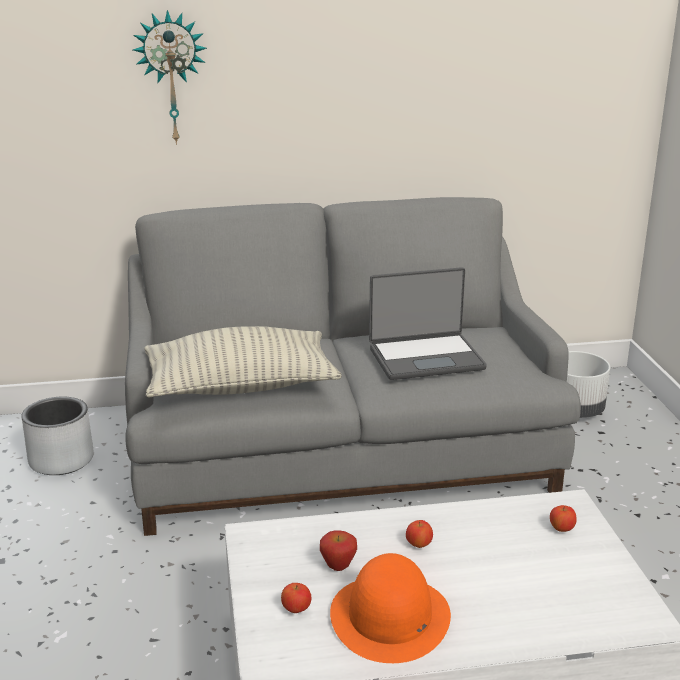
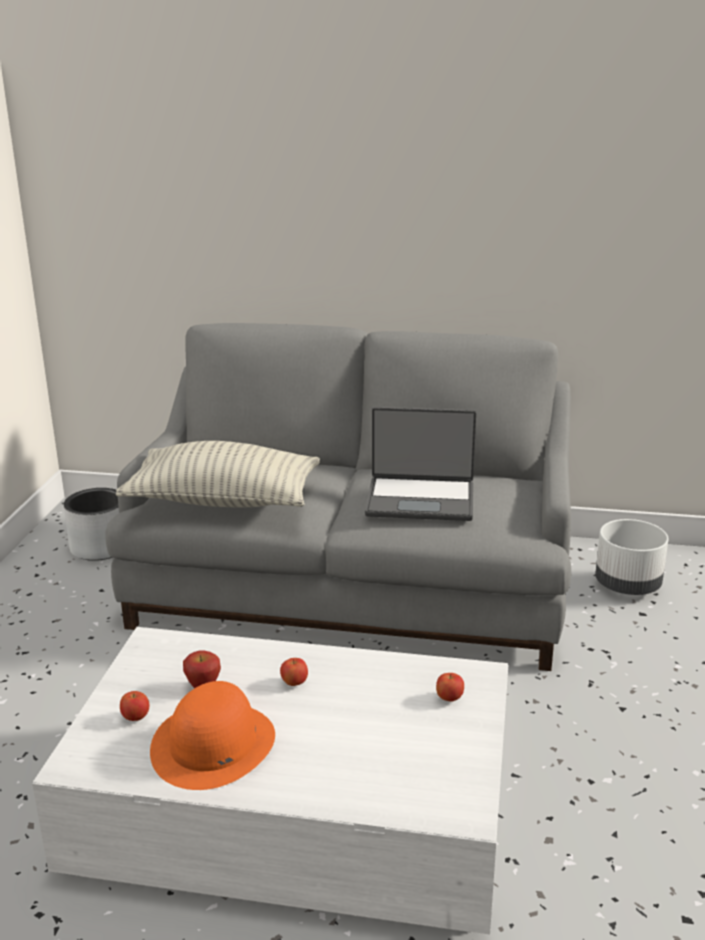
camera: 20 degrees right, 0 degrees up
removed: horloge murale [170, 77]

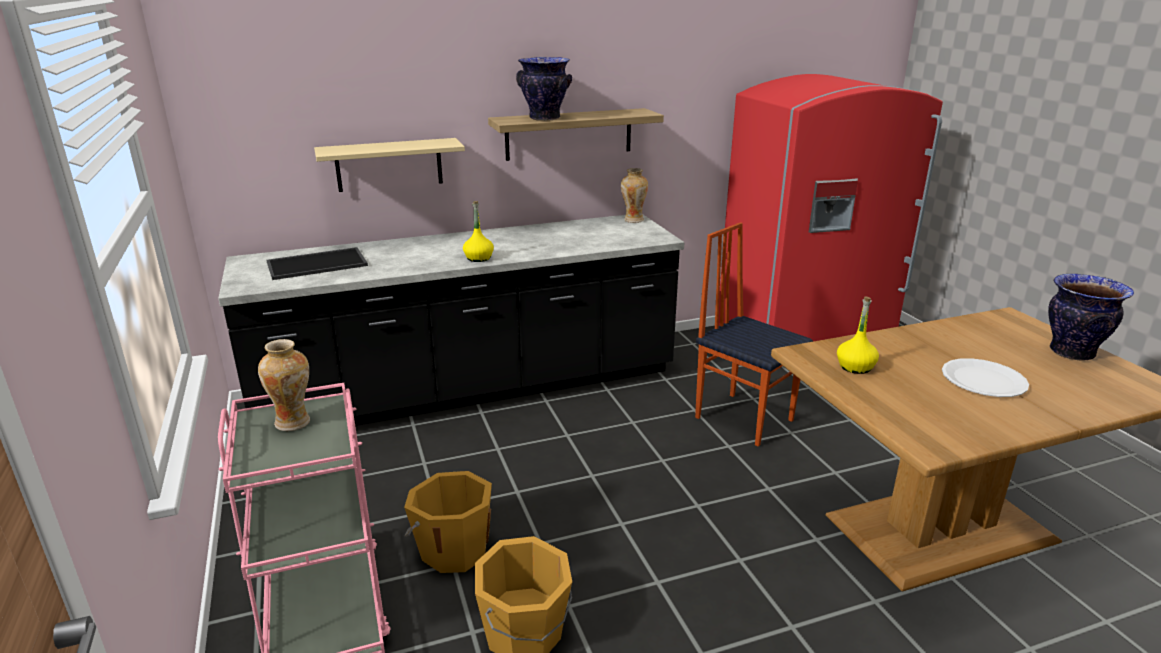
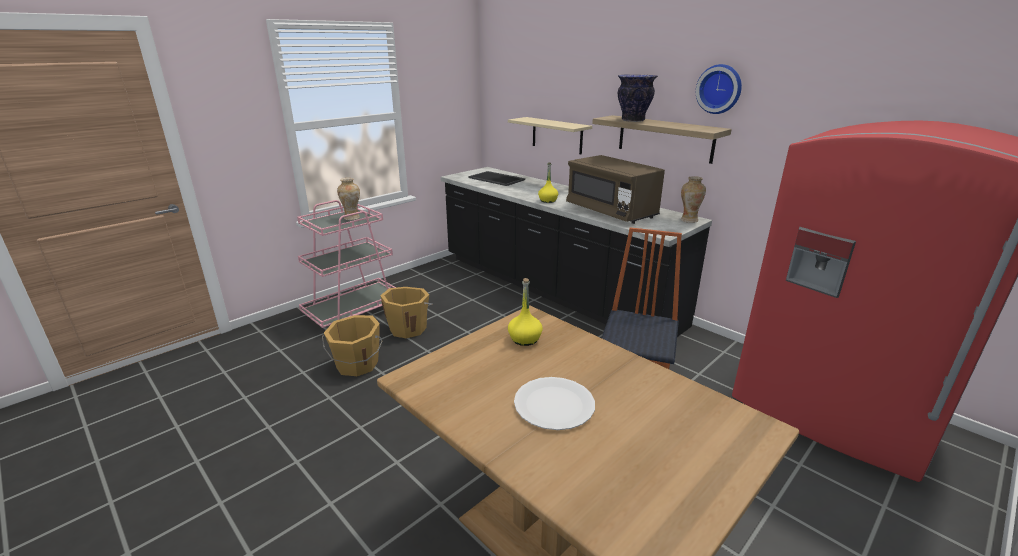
camera: 65 degrees right, 0 degrees up
removed: vase [1091, 317]
added: micro-ondes [marron] [615, 189]; horloge murale [719, 89]

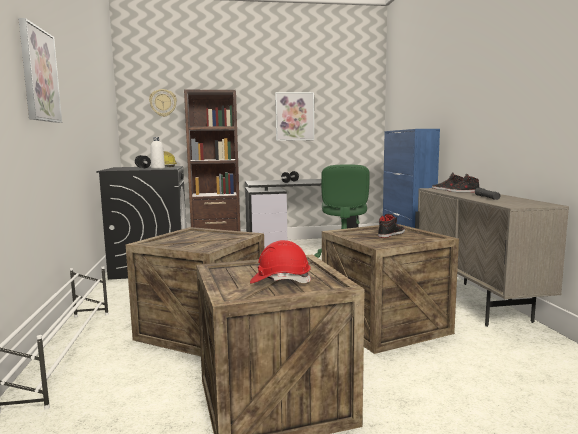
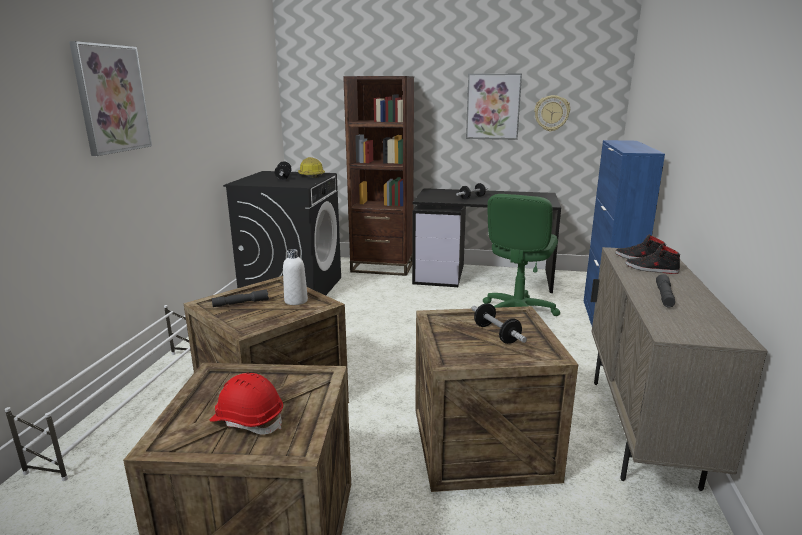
camera: 20 degrees right, 10 degrees up
added: lampe de poche [gris] [240, 298]
moved: horloge murale [163, 103] to [552, 113]; bouteille [blanc] [158, 153] to [295, 277]
replaced: chaussure [noir] [391, 226] to haltère [499, 323]

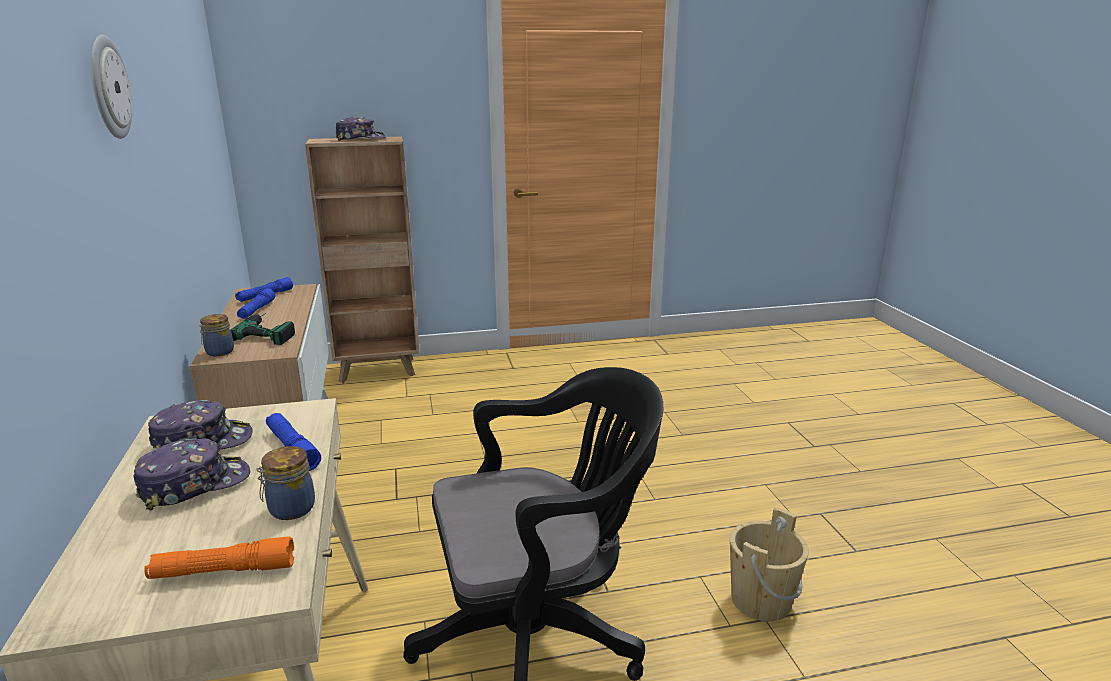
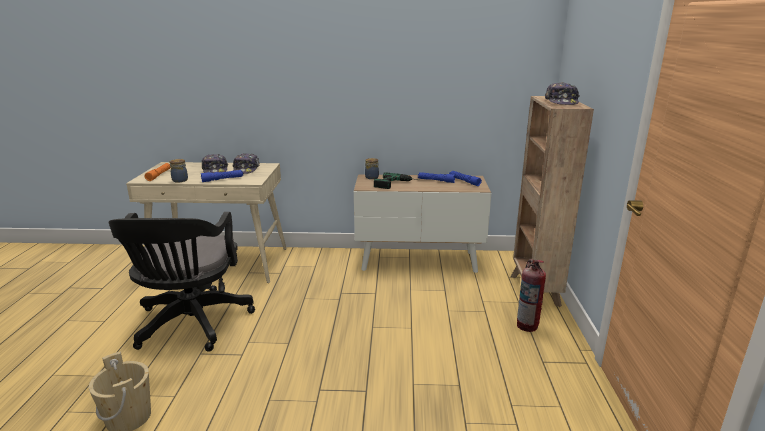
camera: 105 degrees right, 0 degrees up
removed: horloge murale [111, 87]
added: extincteur [531, 295]

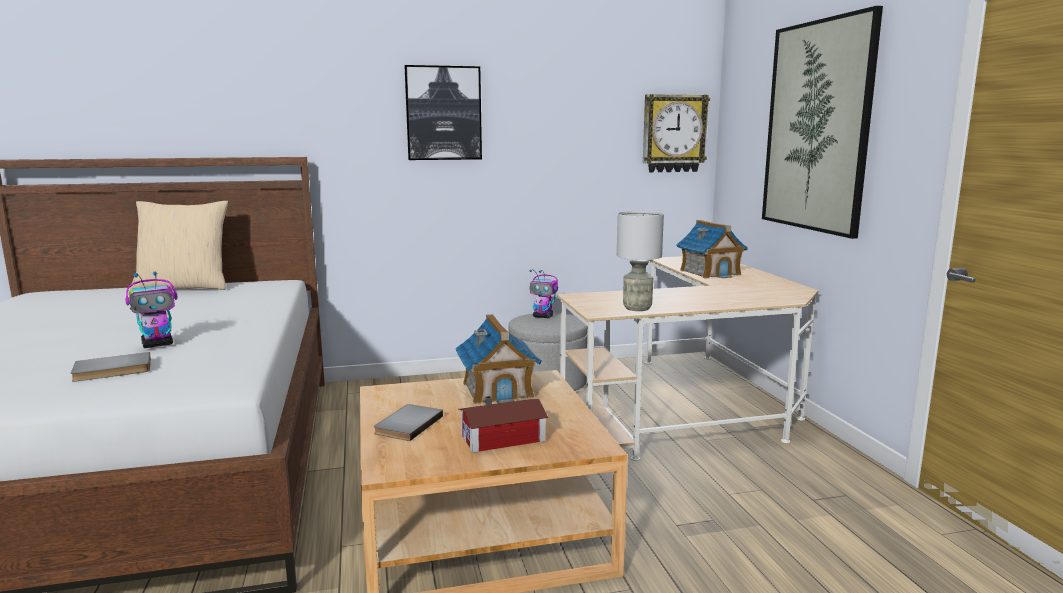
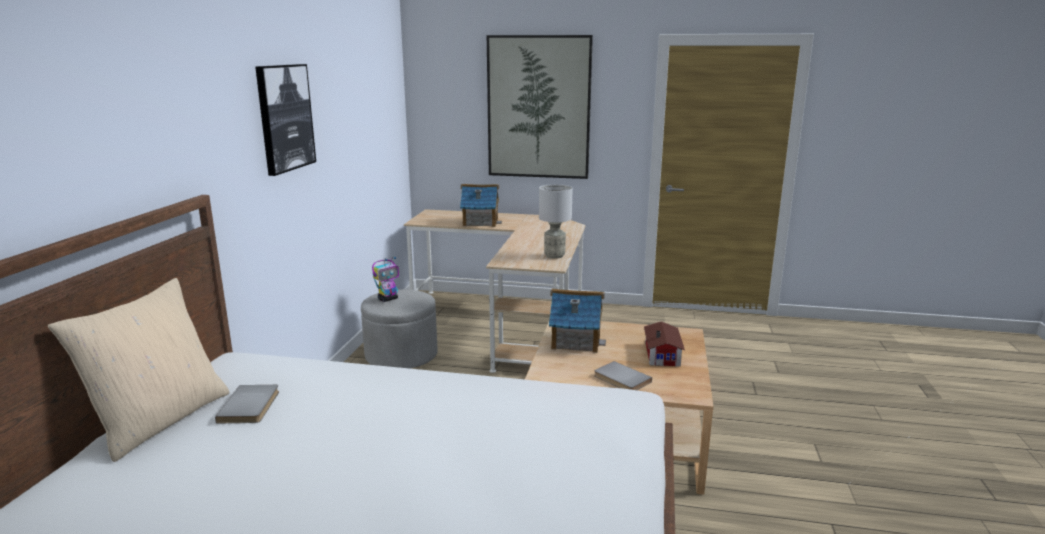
camera: 65 degrees left, 5 degrees up
removed: robot jouet [151, 310]; horloge murale [676, 133]
moved: livre [gris] [111, 367] to [247, 404]

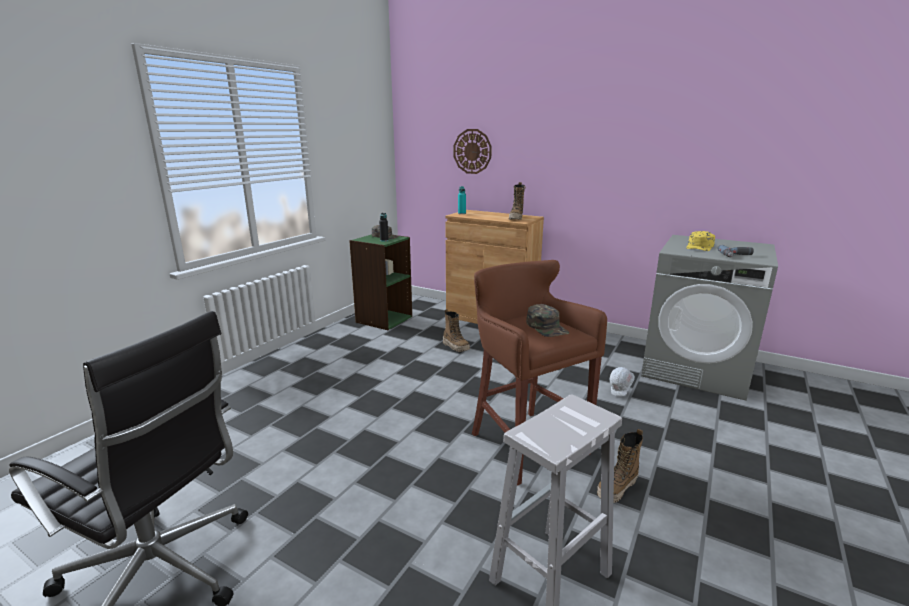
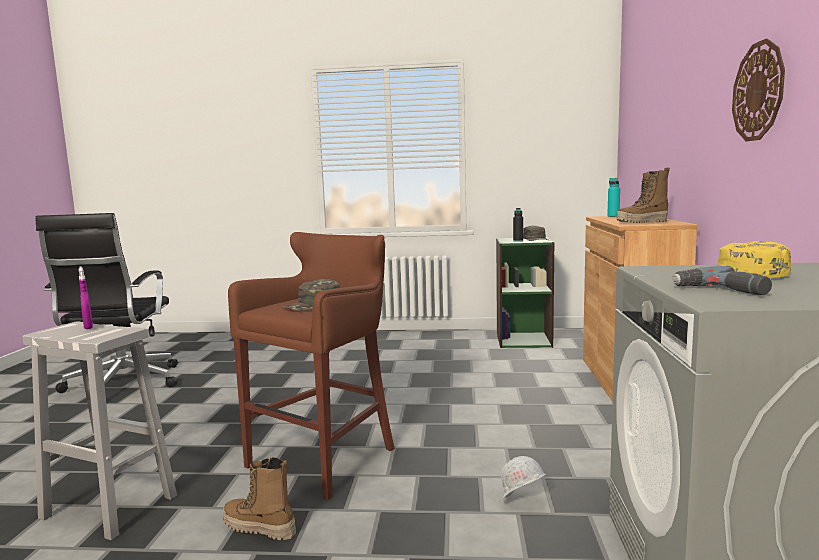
camera: 65 degrees right, 10 degrees down
removed: botte [456, 330]
added: vaporisateur [violet] [85, 297]
moved: horloge murale [473, 151] to [758, 90]

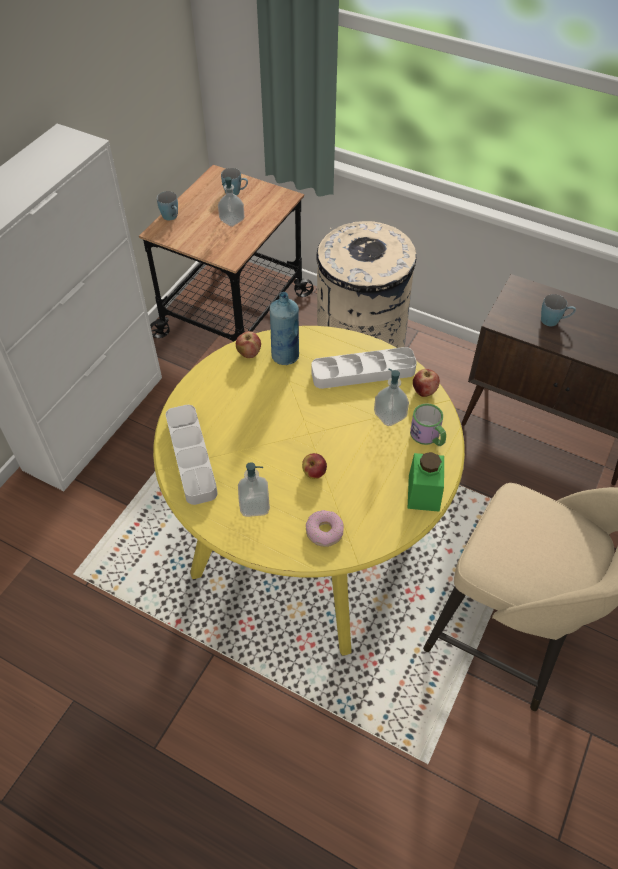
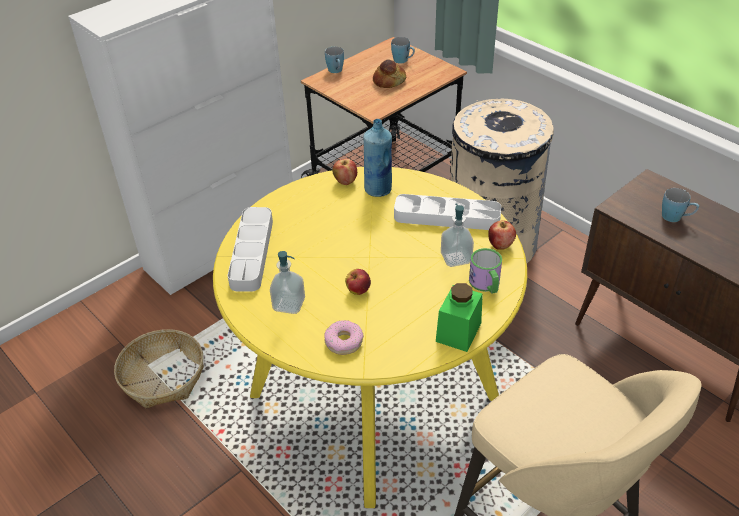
camera: 20 degrees right, 10 degrees down
added: panier [159, 369]
replaced: distributeur de savon [231, 202] to pain [389, 73]

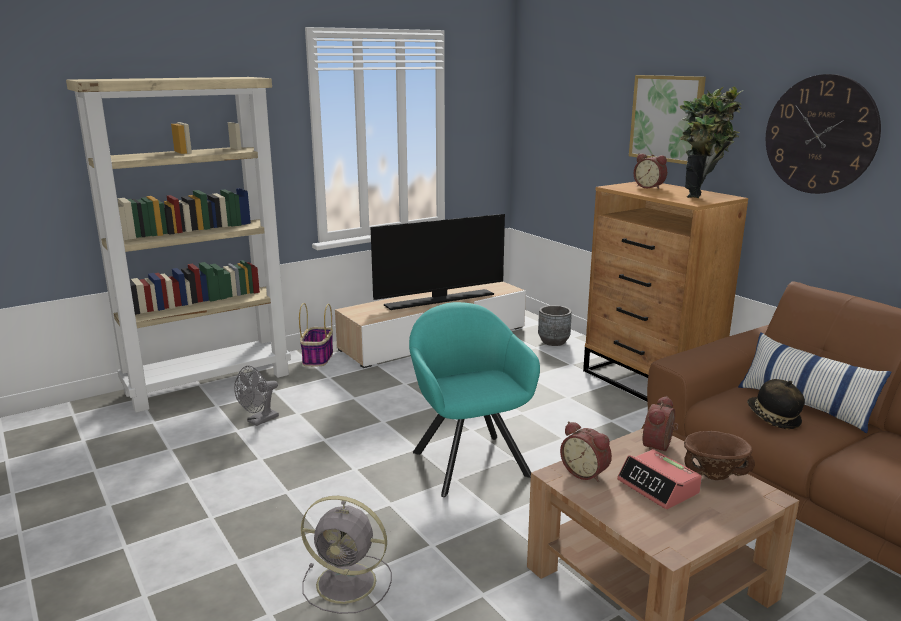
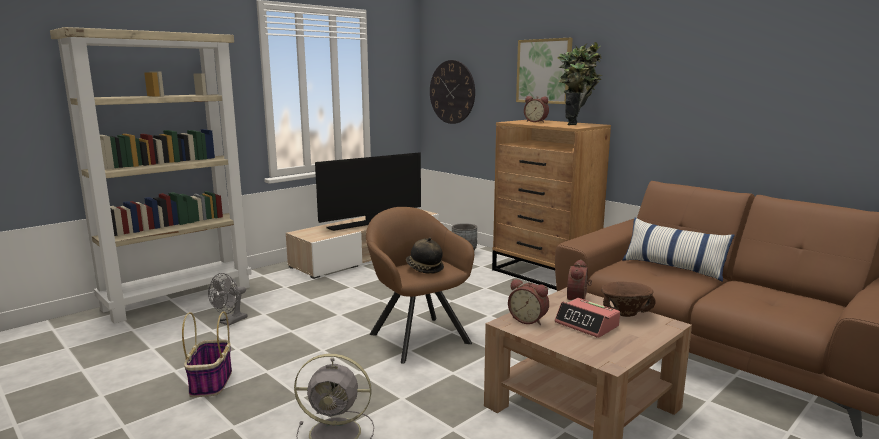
camera: 10 degrees left, 5 degrees down
moved: panier [316, 334] to [207, 354]; chapeau [776, 404] to [425, 256]; horloge murale [823, 134] to [452, 92]
recoloured: fauteuil [turquoise] [474, 399] to fauteuil [marron] [420, 285]

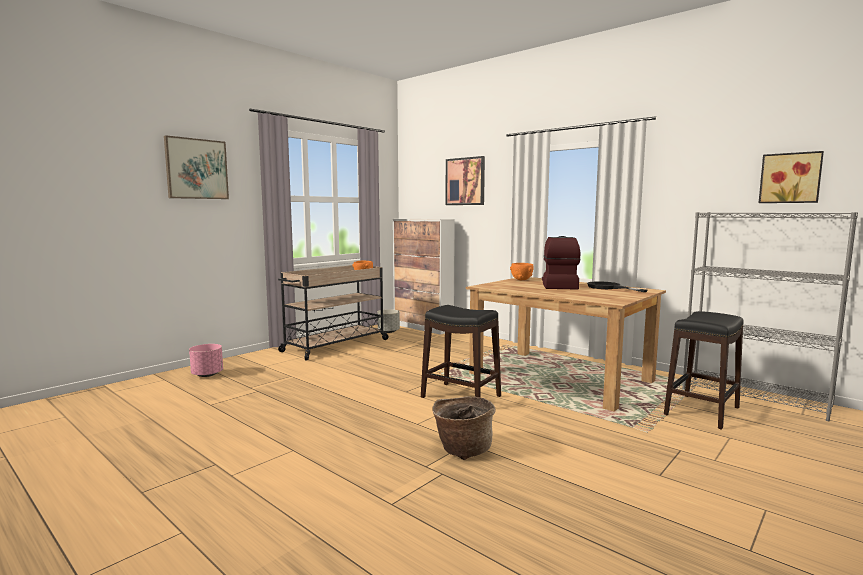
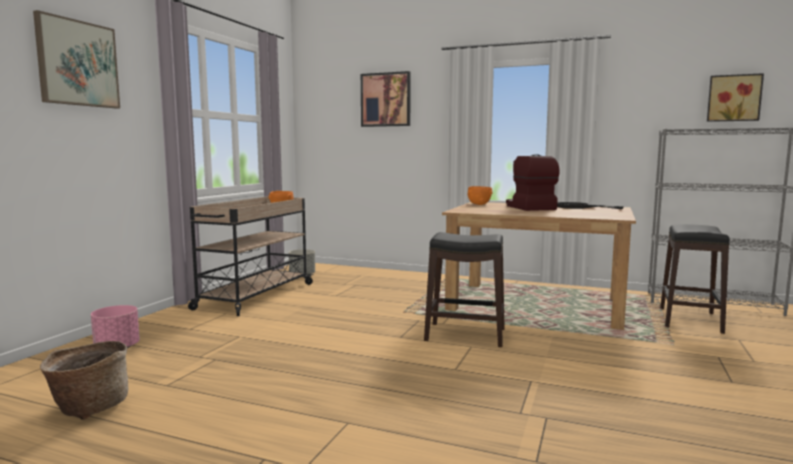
camera: 20 degrees left, 0 degrees up
removed: meuble de rangement [424, 277]
moved: panier [463, 428] to [84, 380]

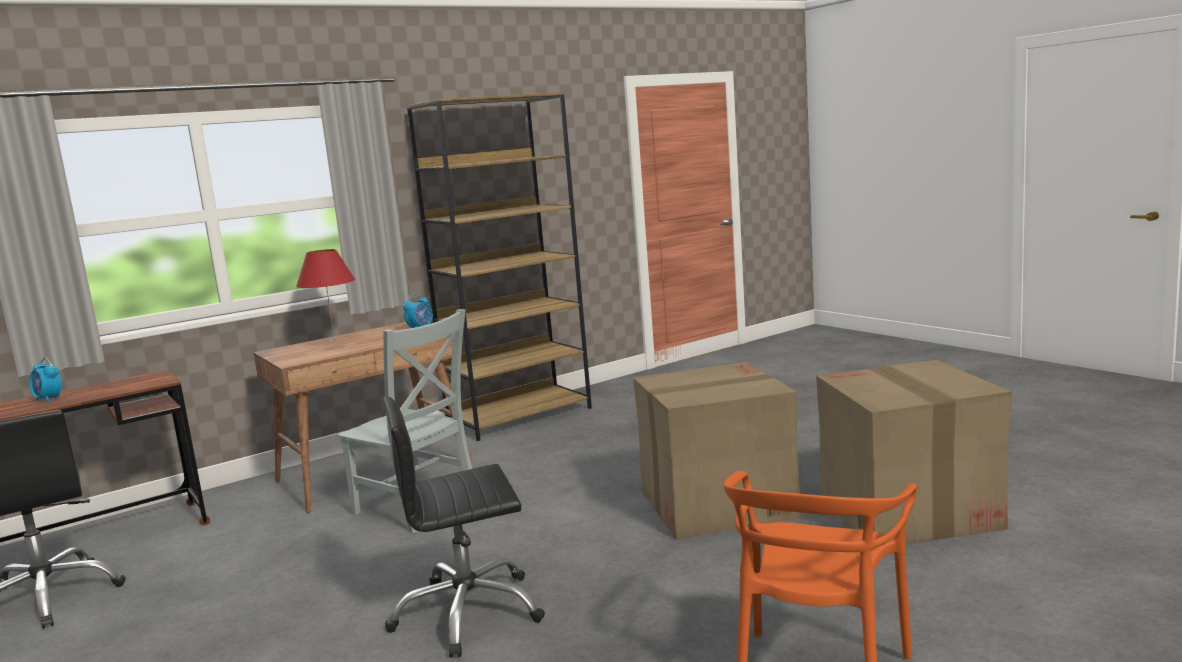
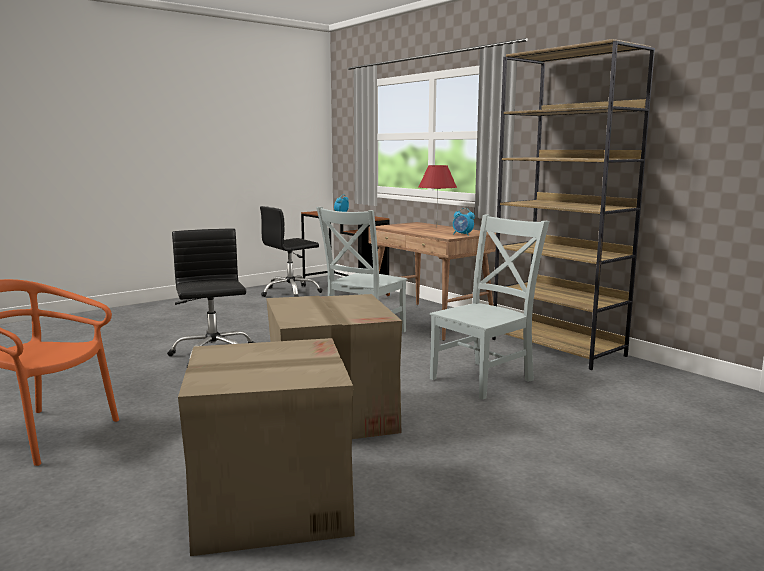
camera: 85 degrees right, 0 degrees up
added: chaise [gris] [490, 306]

